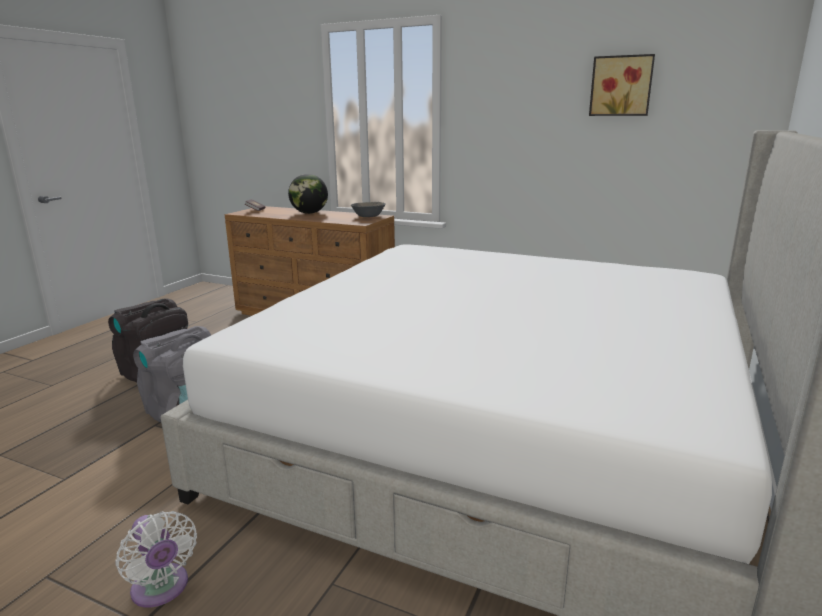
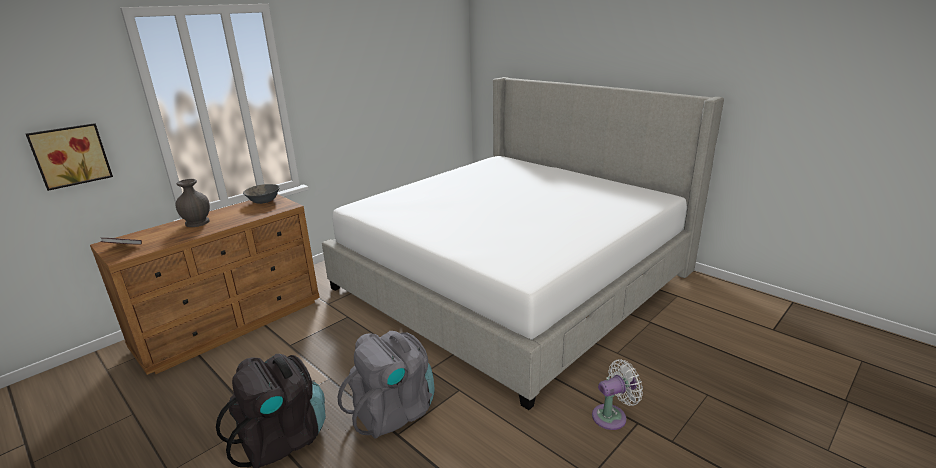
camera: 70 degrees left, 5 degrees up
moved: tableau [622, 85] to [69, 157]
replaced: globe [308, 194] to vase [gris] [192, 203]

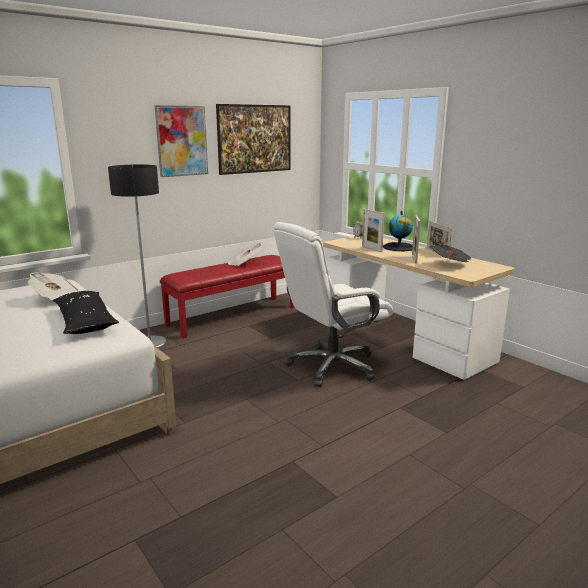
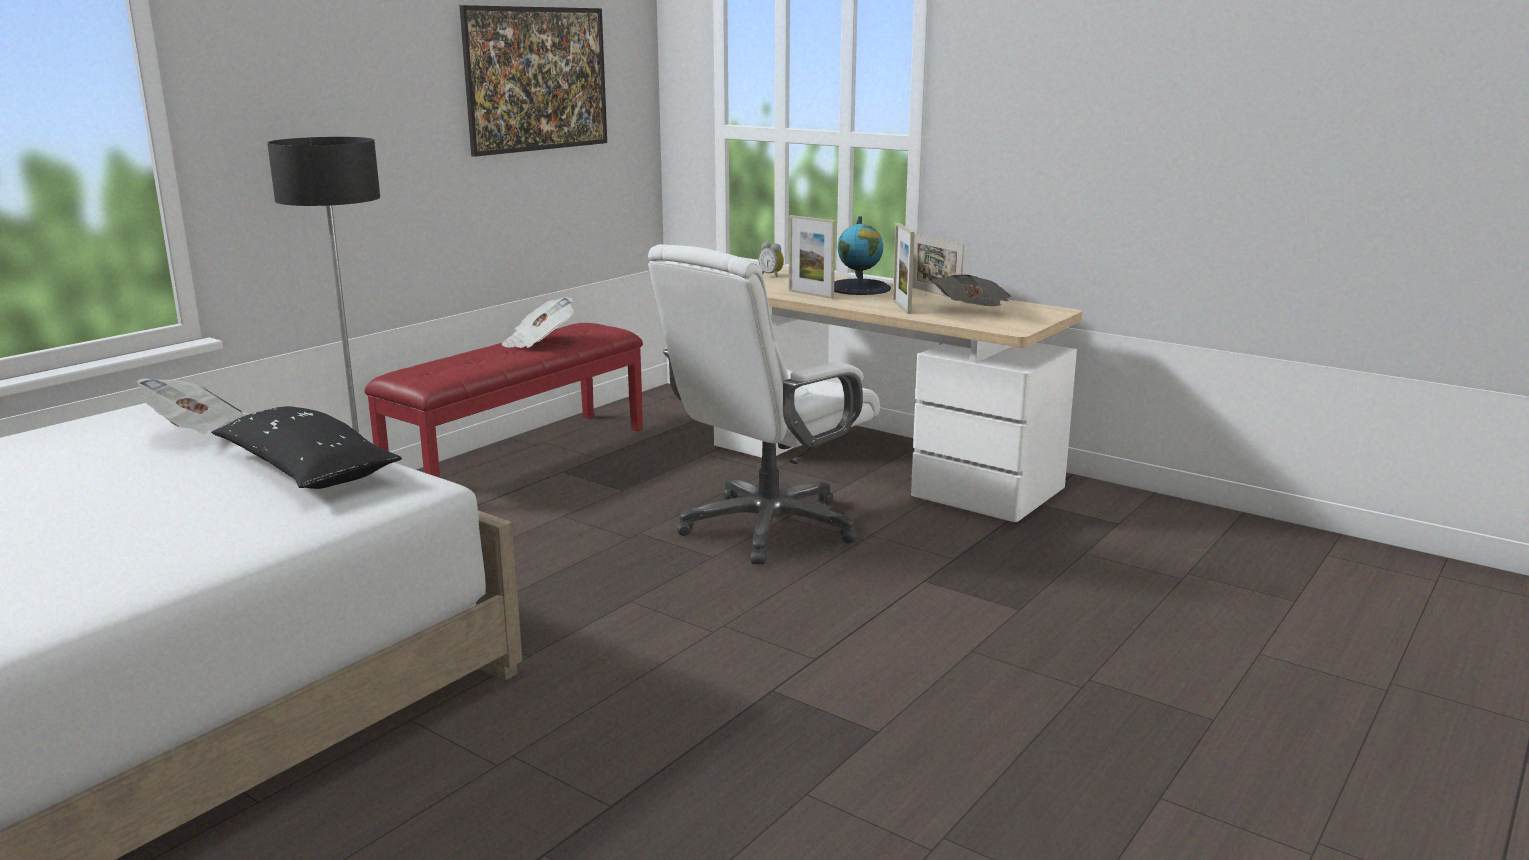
camera: 15 degrees left, 0 degrees up
removed: tableau [181, 141]

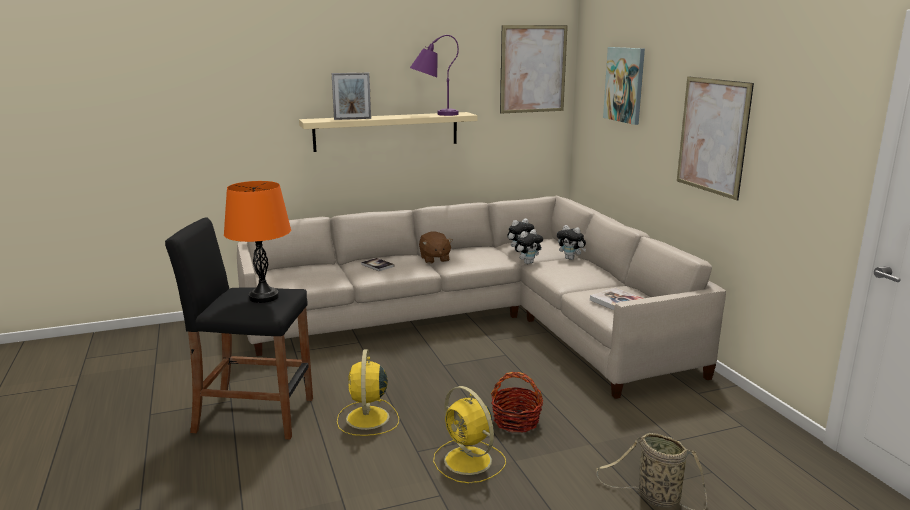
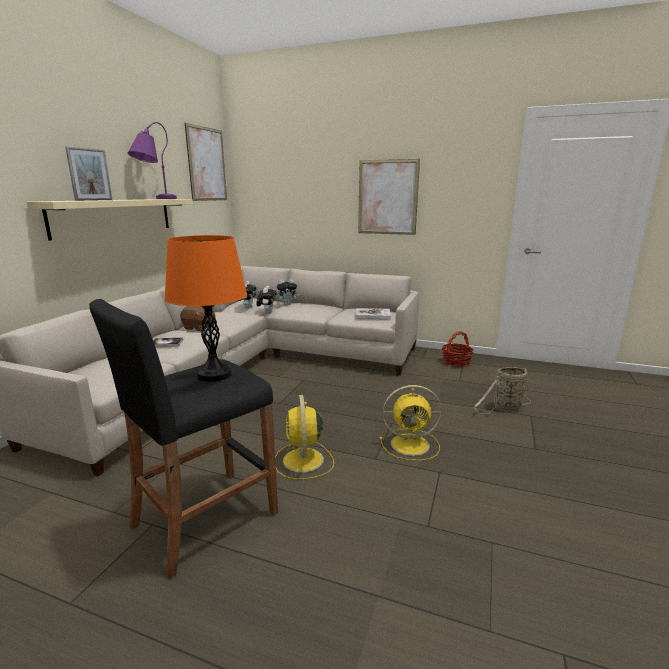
camera: 50 degrees left, 0 degrees up
removed: tableau [624, 86]
moved: panier [517, 402] to [458, 349]
turned: ventilateur [jaune] [368, 392] = [304, 437] 45 degrees clockwise

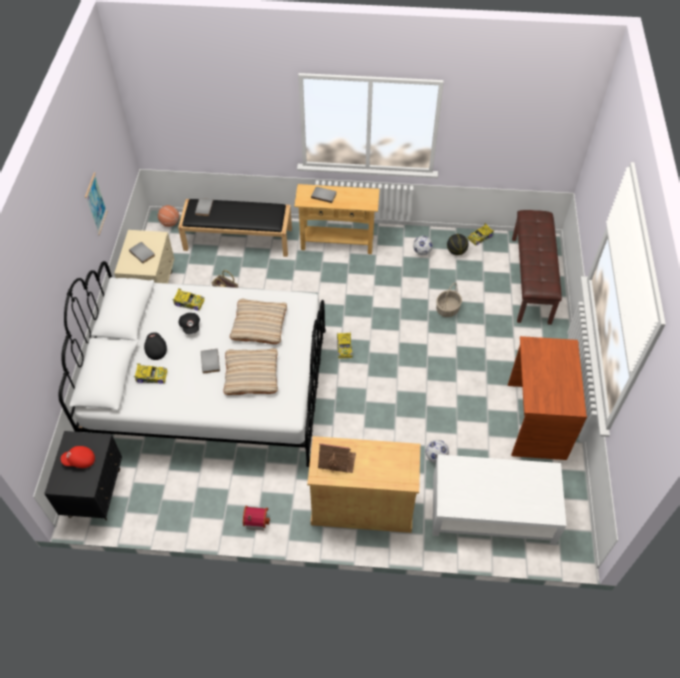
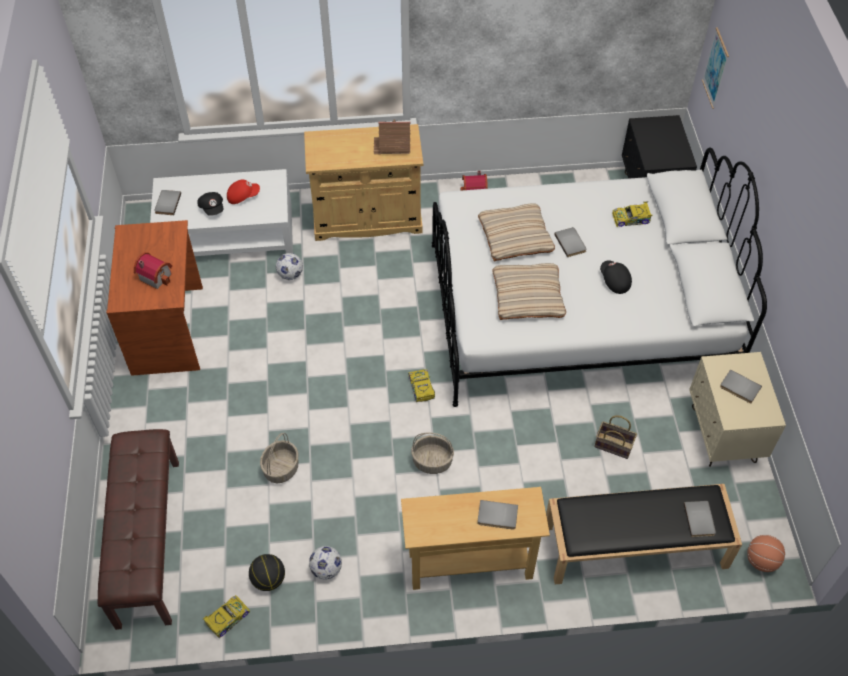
camera: 170 degrees right, 0 degrees up
removed: petite voiture [188, 299]
added: maison miniature [153, 270]; livre [gris] [167, 202]; panier [432, 453]
moved: casquette [rouge] [78, 457] to [243, 191]; tableau [96, 203] to [715, 68]; casquette [noir] [155, 346] to [210, 204]

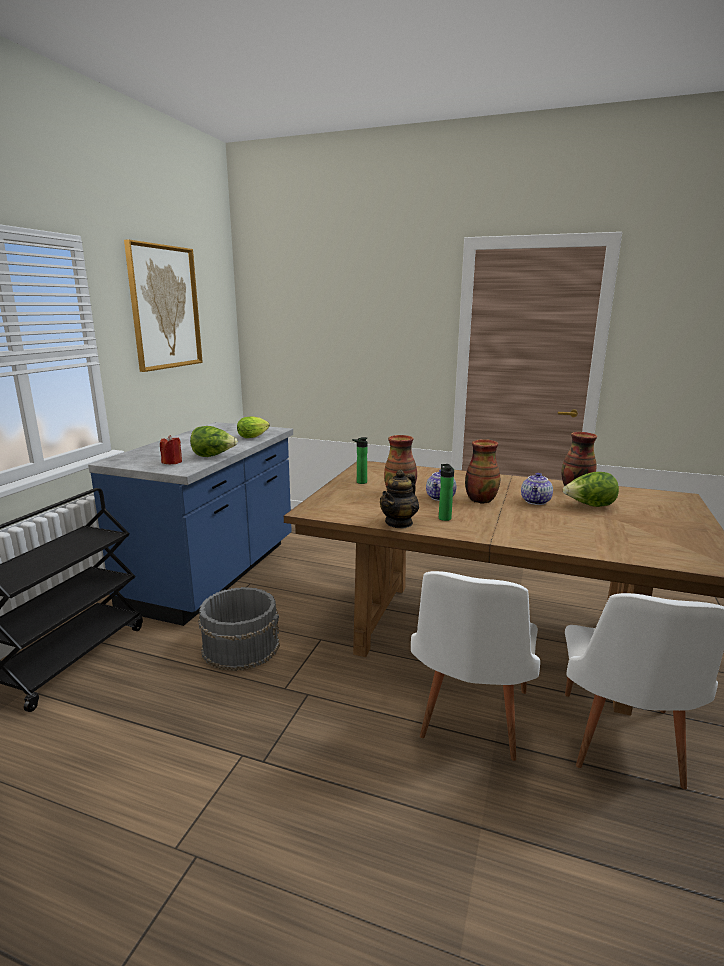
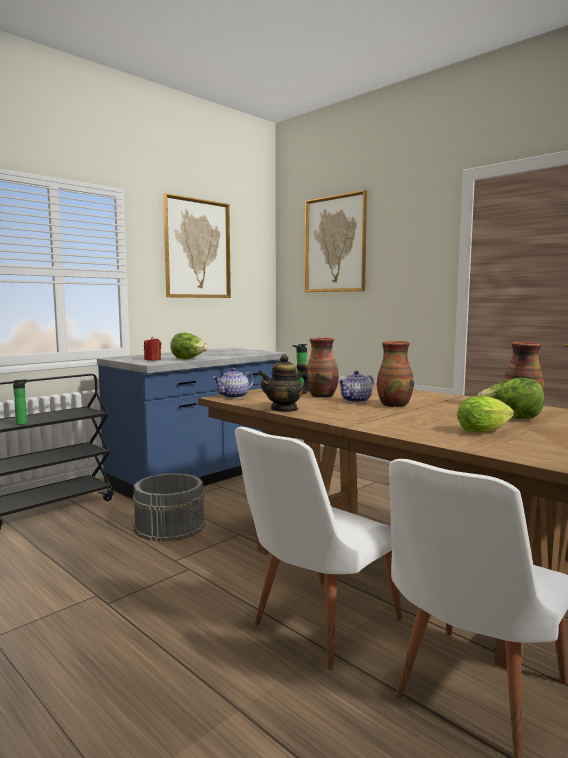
camera: 25 degrees right, 10 degrees down
added: tableau [336, 241]
moved: laitue [253, 427] to [485, 414]; bouteille [446, 492] to [20, 402]; théière [537, 489] to [233, 383]

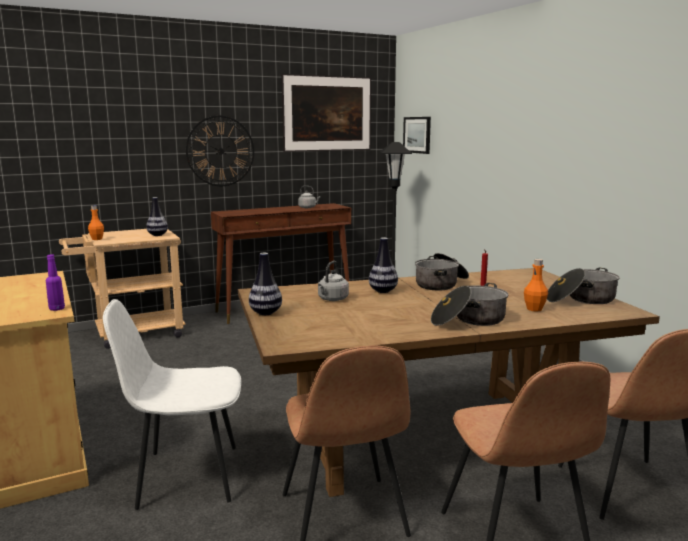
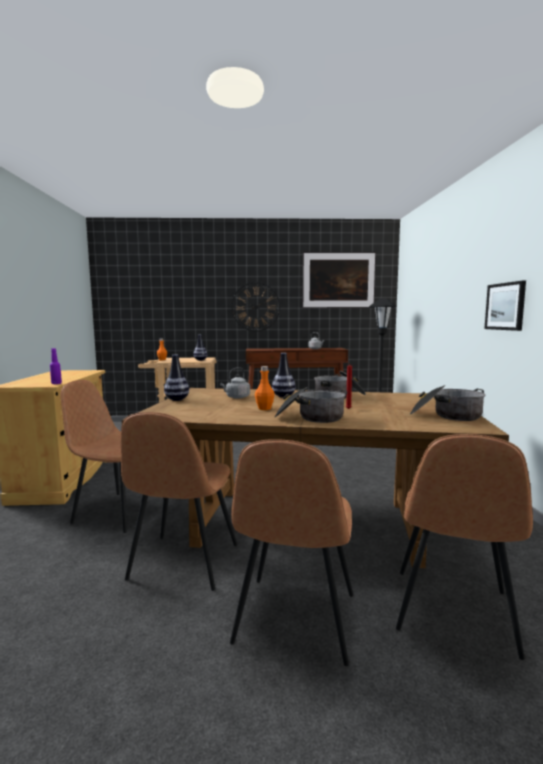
camera: 25 degrees right, 5 degrees down
moved: tableau [417, 135] to [505, 306]; bouteille [orange] [536, 285] to [264, 388]
recoloured: chaise [blanc] [172, 404] to chaise [marron] [112, 456]

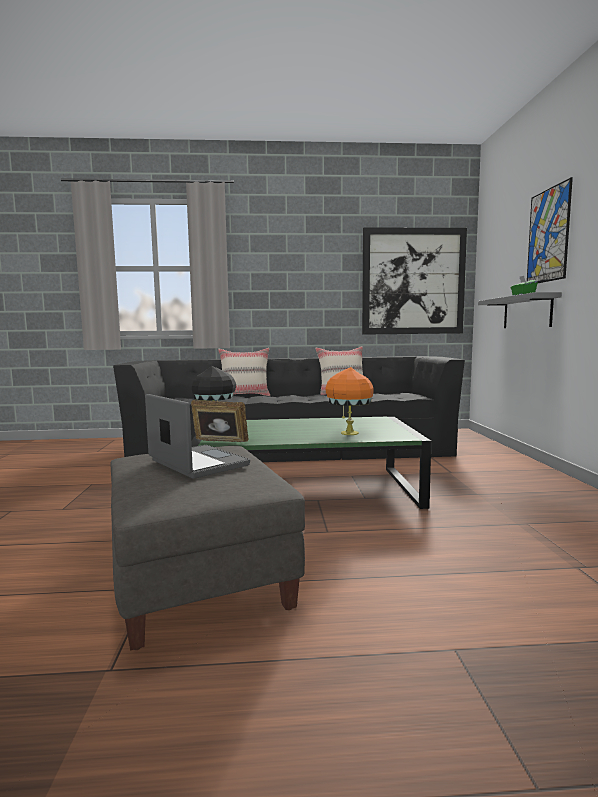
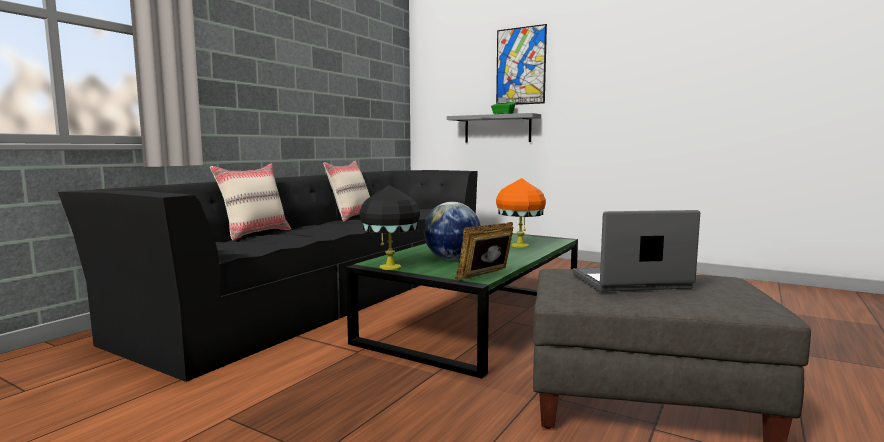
camera: 55 degrees left, 0 degrees up
removed: tableau [414, 281]
added: globe [452, 231]

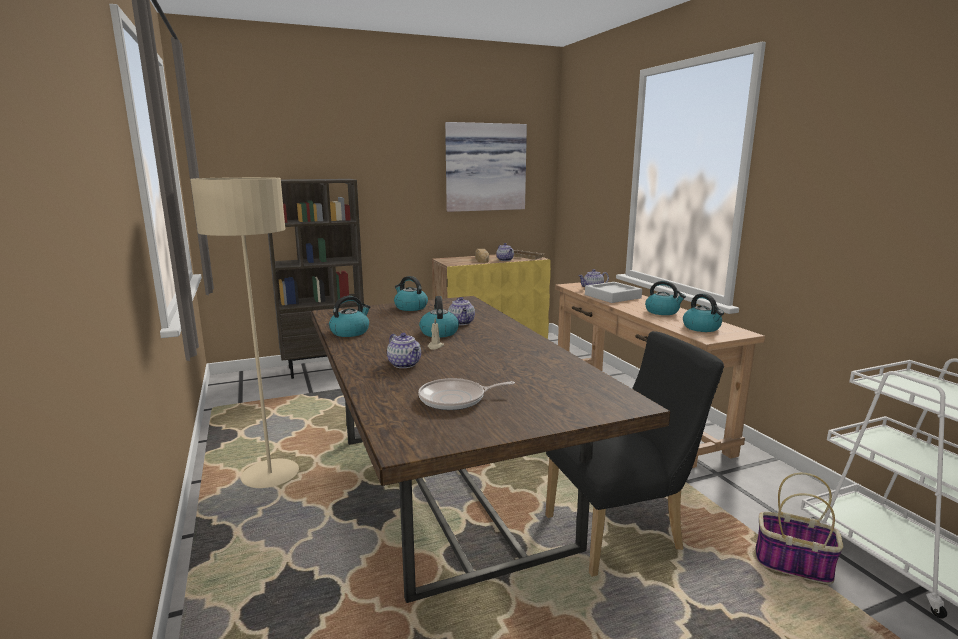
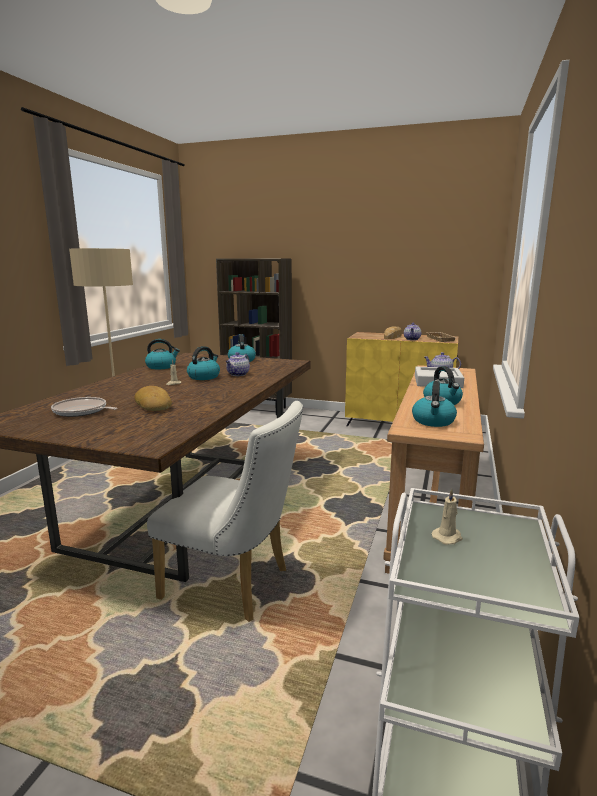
camera: 40 degrees right, 0 degrees up
removed: théière [404, 350]; tableau [486, 167]; panier [799, 529]
added: pain [153, 398]; bougie [beige] [447, 517]
recoloured: chaise [noir] [635, 454] to chaise [blanc] [225, 511]

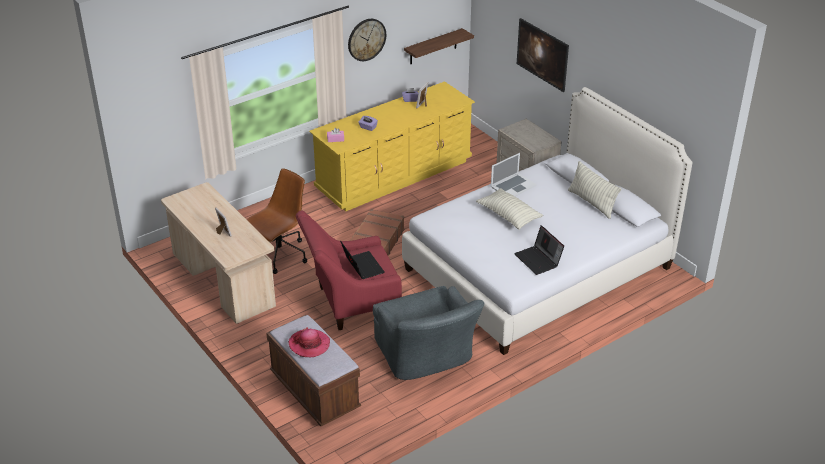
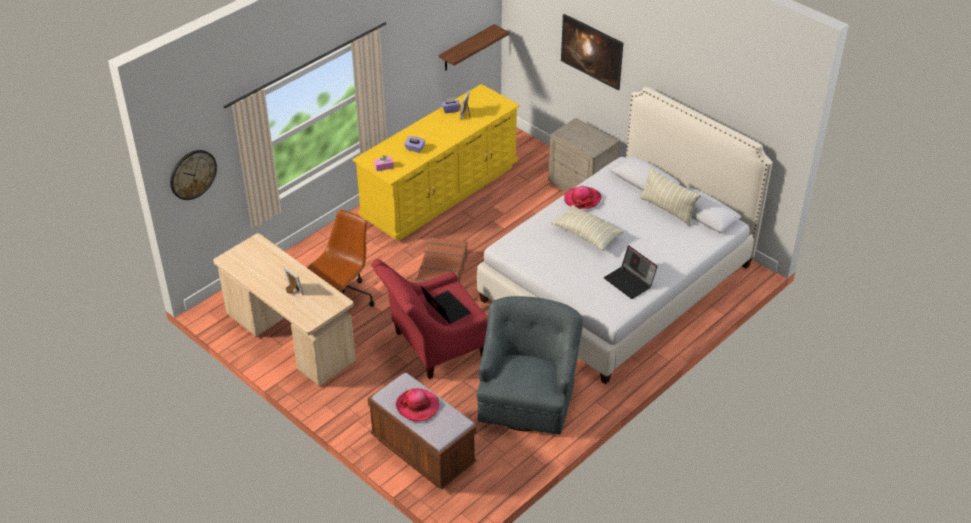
camera: 10 degrees left, 5 degrees up
moved: horloge murale [367, 40] to [193, 175]
replaced: ordinateur portable [514, 174] to chapeau [582, 197]
turned: fauteuil [gris] [428, 333] = [530, 365] 135 degrees counterclockwise

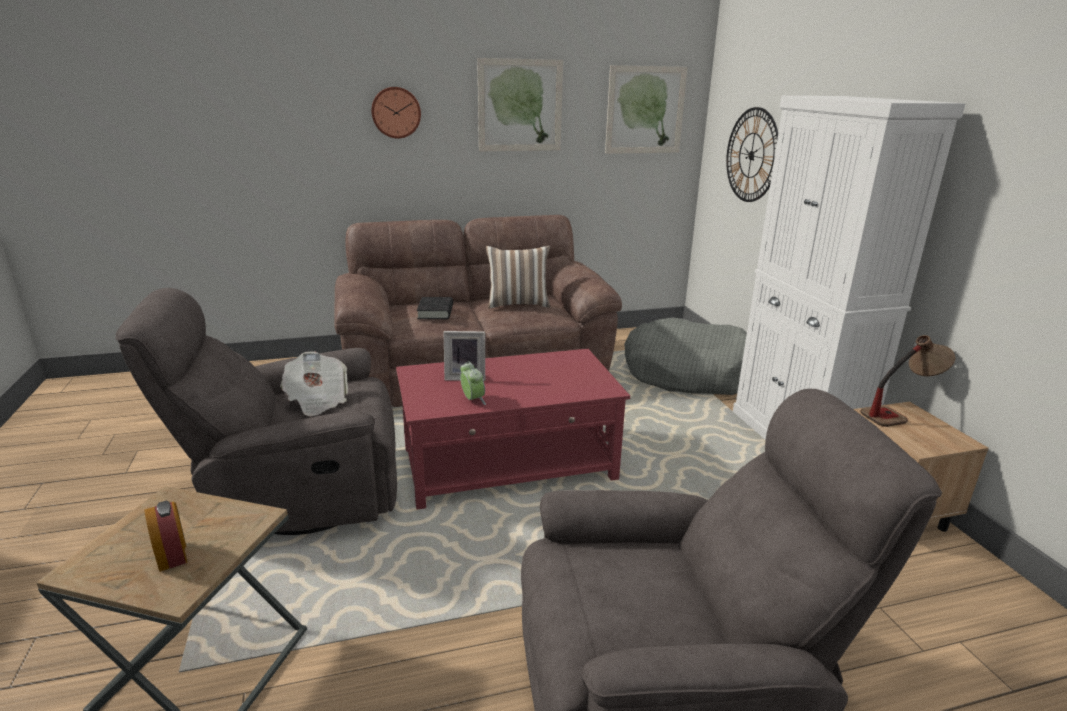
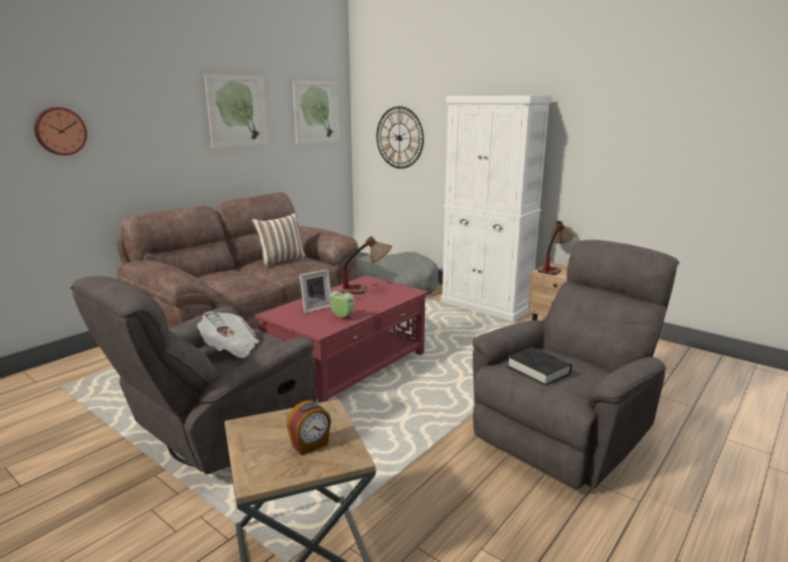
camera: 35 degrees left, 5 degrees down
added: lampe de table [367, 265]
moved: horloge murale [396, 113] to [60, 131]; livre [noir] [435, 308] to [539, 366]
turned: réveil [165, 536] = [309, 427] 120 degrees clockwise

